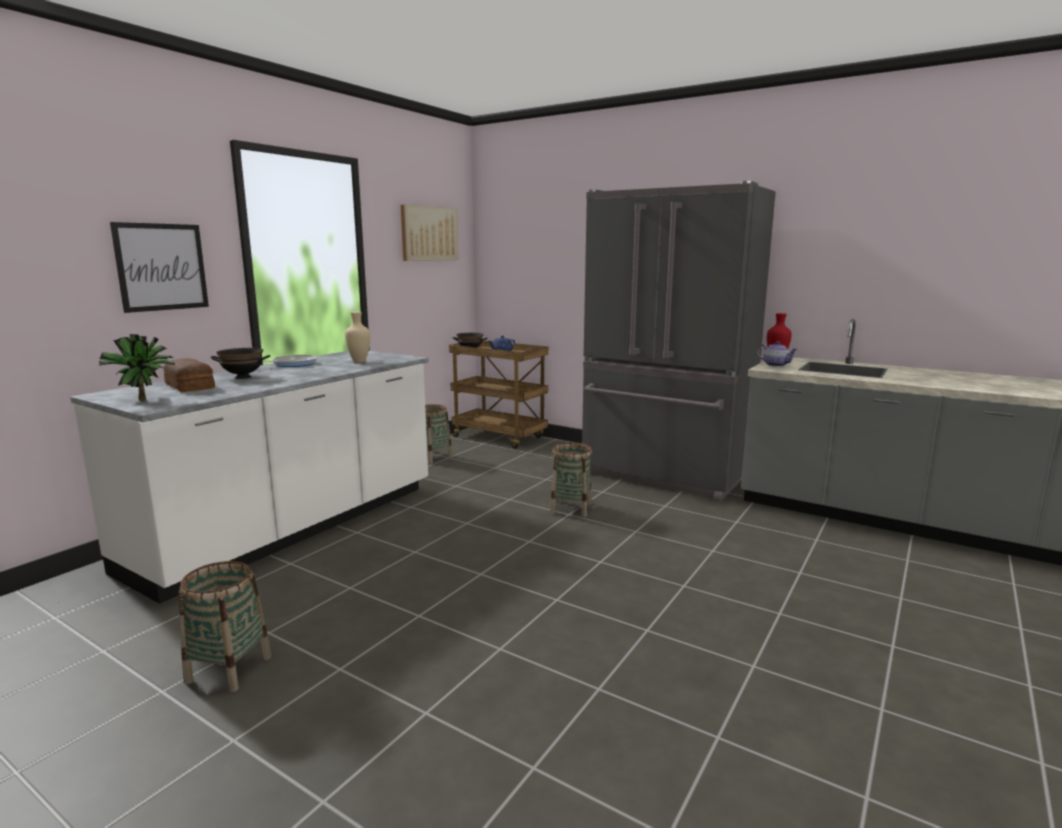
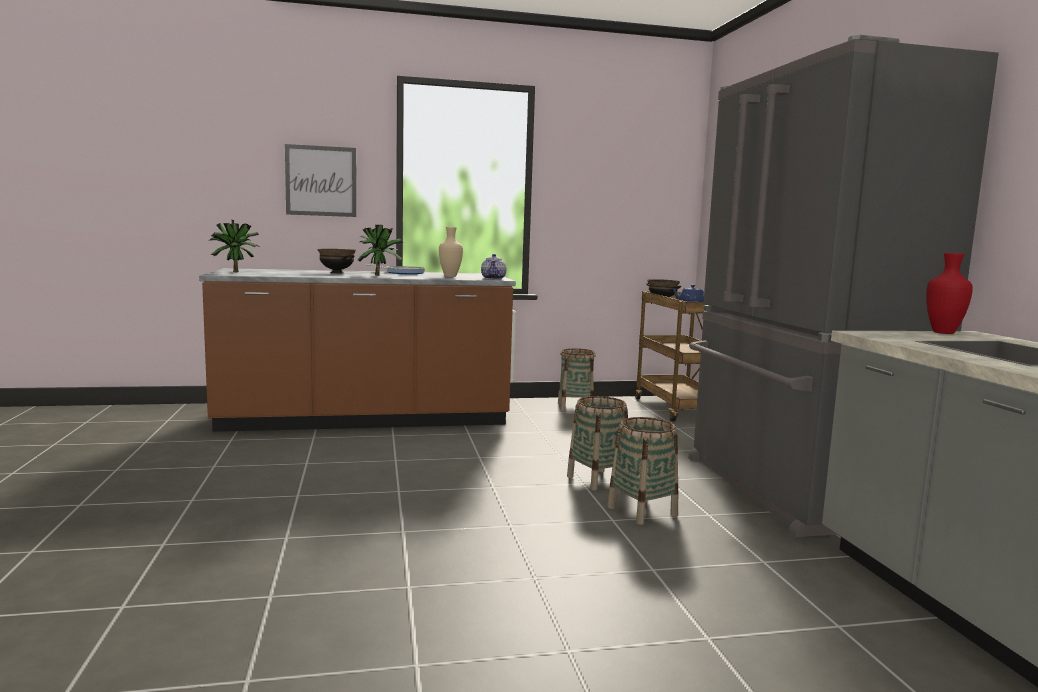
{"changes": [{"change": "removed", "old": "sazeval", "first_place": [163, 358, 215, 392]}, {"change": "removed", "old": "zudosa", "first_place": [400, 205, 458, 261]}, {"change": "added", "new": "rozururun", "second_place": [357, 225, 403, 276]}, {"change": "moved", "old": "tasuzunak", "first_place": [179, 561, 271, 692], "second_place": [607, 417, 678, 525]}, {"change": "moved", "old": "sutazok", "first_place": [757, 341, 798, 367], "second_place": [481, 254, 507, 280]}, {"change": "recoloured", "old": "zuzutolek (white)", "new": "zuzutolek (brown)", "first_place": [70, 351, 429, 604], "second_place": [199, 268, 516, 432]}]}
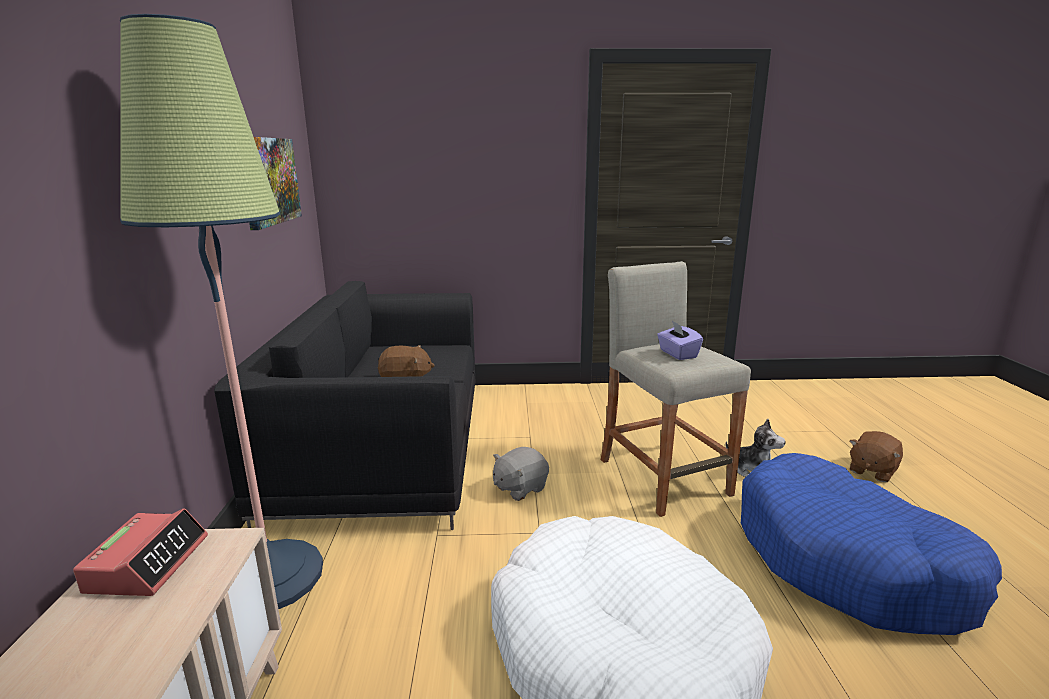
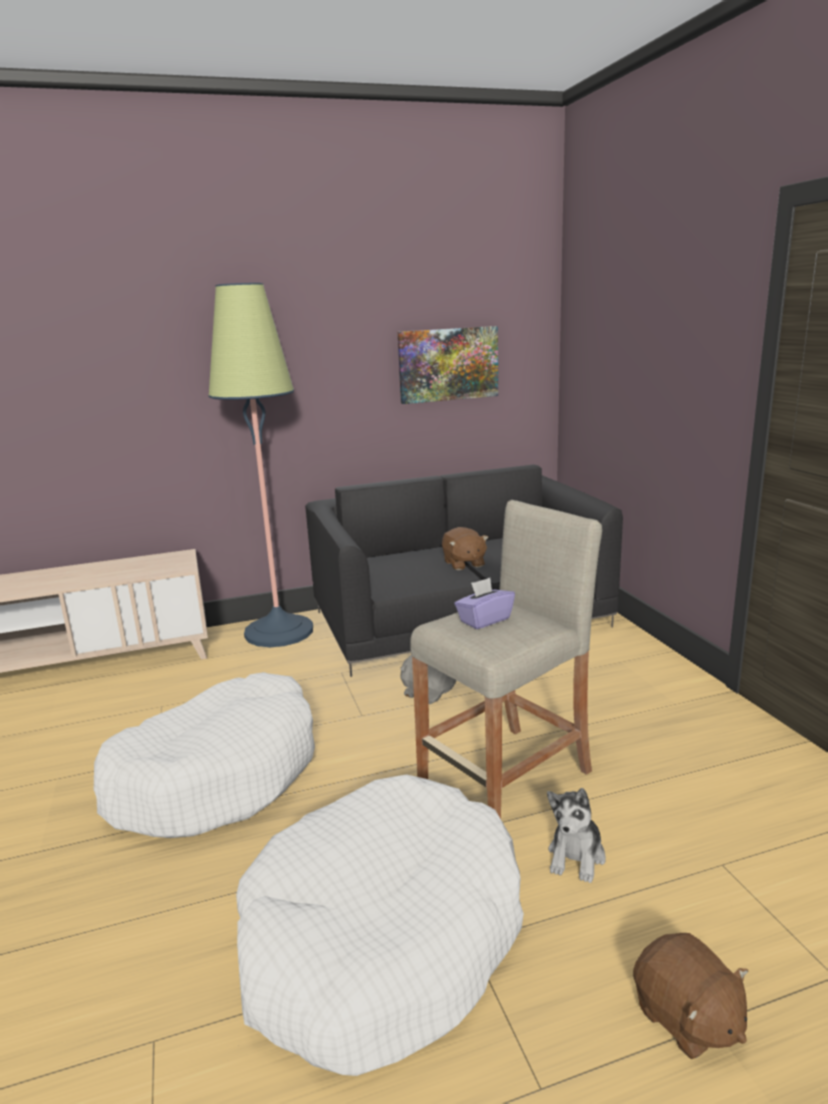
{"changes": [{"change": "removed", "old": "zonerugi", "first_place": [73, 509, 208, 596]}, {"change": "recoloured", "old": "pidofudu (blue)", "new": "pidofudu (white)", "first_place": [741, 453, 1002, 635], "second_place": [236, 774, 524, 1076]}, {"change": "turned", "old": "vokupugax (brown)", "first_place": [850, 431, 903, 482], "second_place": [633, 933, 748, 1059], "degrees": -150}]}
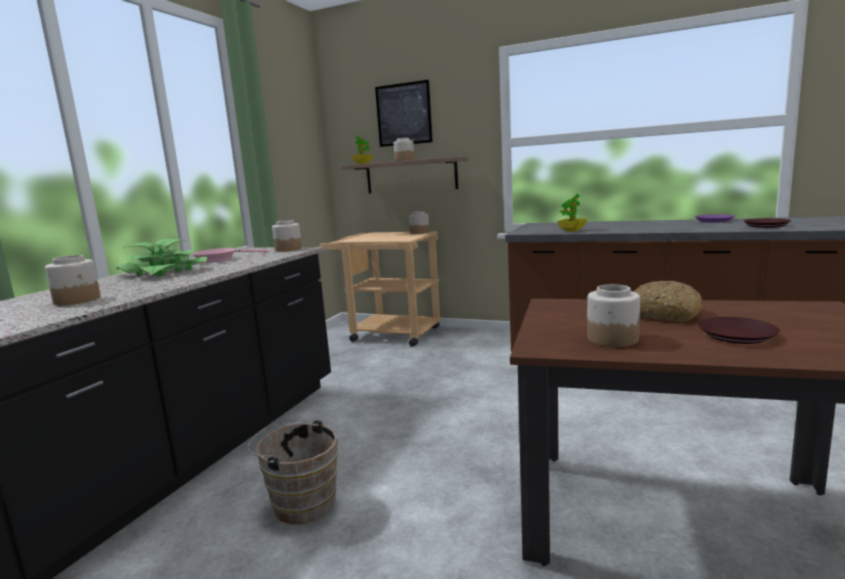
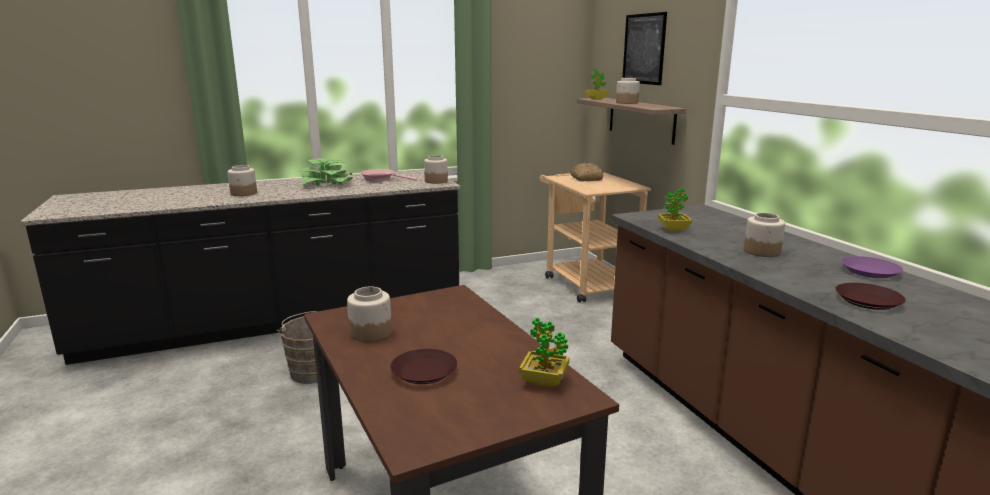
{"changes": [{"change": "added", "new": "rozururun", "second_place": [519, 317, 569, 387]}, {"change": "moved", "old": "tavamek", "first_place": [409, 211, 429, 234], "second_place": [744, 213, 785, 257]}, {"change": "moved", "old": "sazeval", "first_place": [633, 281, 702, 322], "second_place": [571, 163, 603, 181]}]}
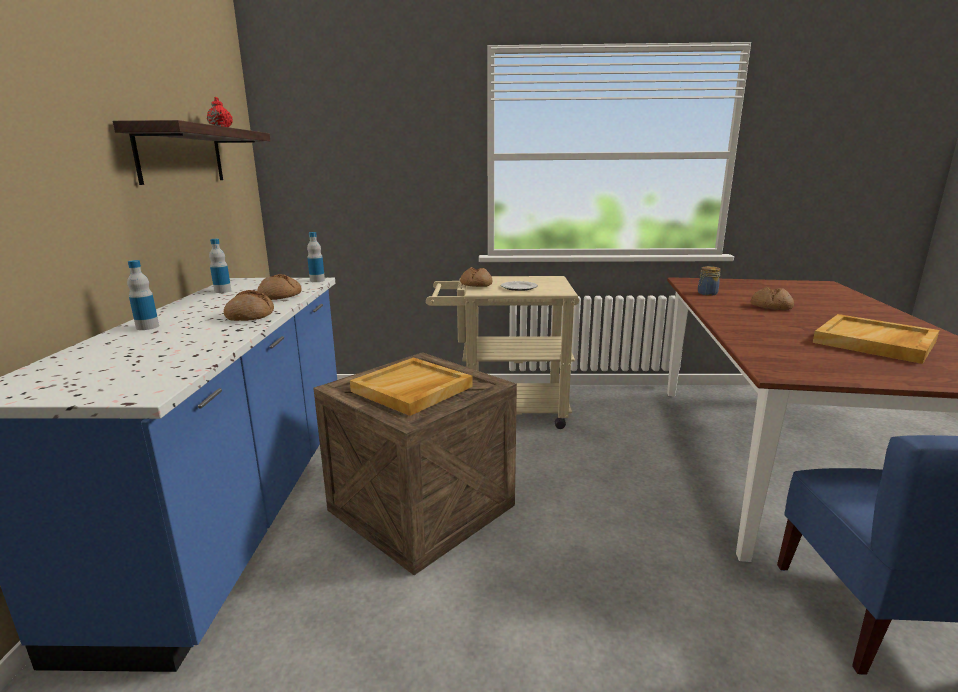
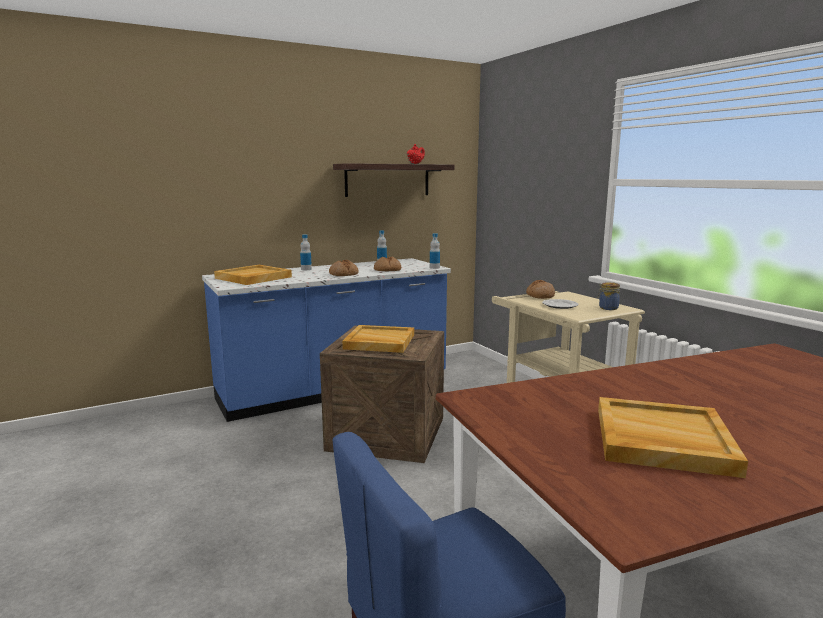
{"changes": [{"change": "removed", "old": "sazeval", "first_place": [751, 287, 794, 310]}, {"change": "added", "new": "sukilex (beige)", "second_place": [214, 265, 292, 285]}, {"change": "moved", "old": "tavamek", "first_place": [698, 266, 721, 296], "second_place": [598, 282, 620, 310]}]}
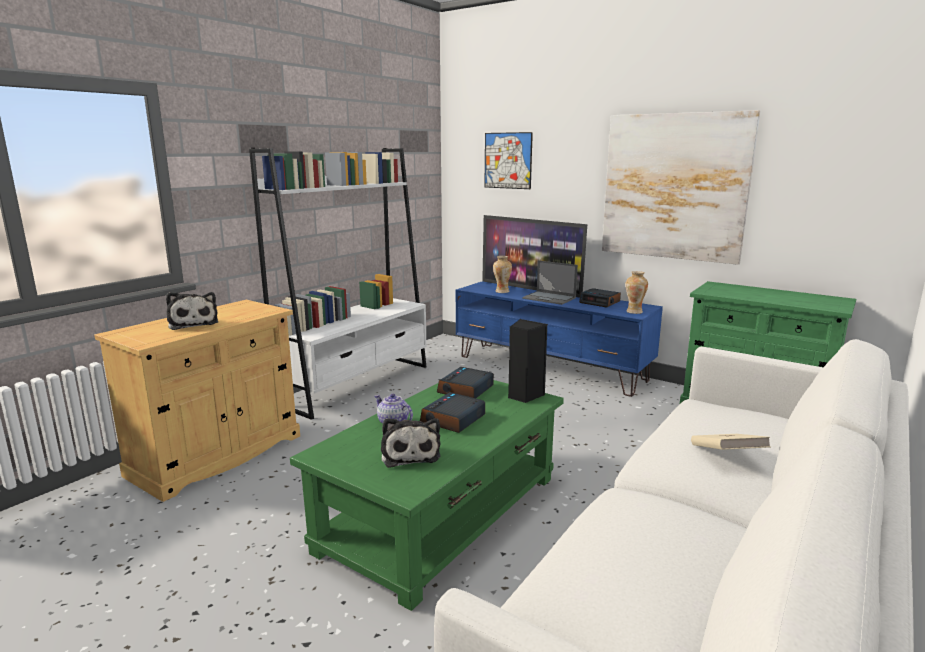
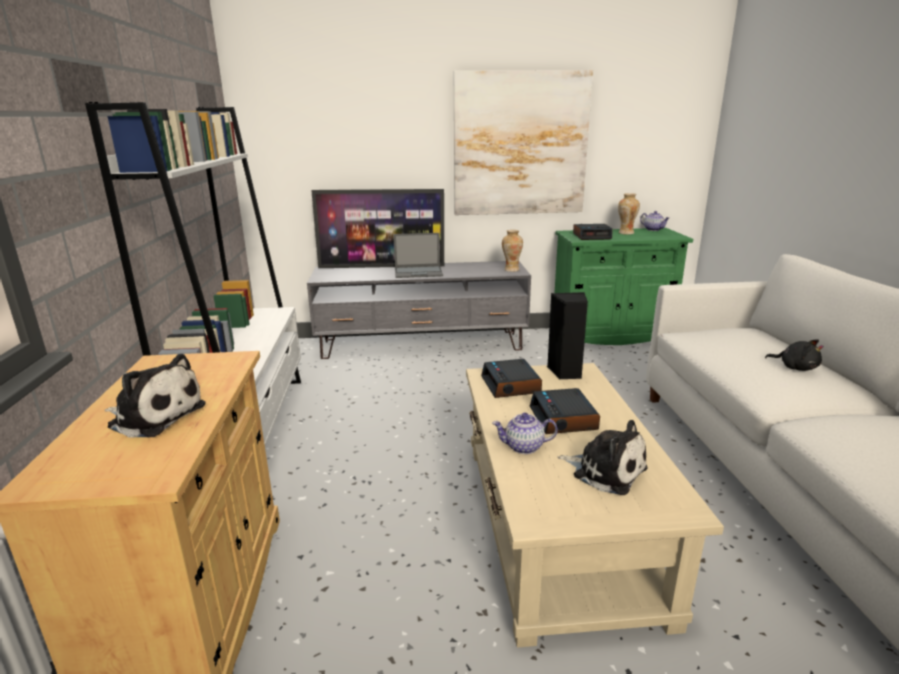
{"changes": [{"change": "removed", "old": "zudosa", "first_place": [484, 132, 533, 189]}, {"change": "added", "new": "sutazok", "second_place": [640, 211, 670, 231]}, {"change": "moved", "old": "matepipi", "first_place": [493, 256, 512, 293], "second_place": [618, 193, 640, 235]}, {"change": "moved", "old": "zonerugi", "first_place": [579, 288, 621, 308], "second_place": [573, 224, 613, 240]}, {"change": "replaced", "old": "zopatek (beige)", "new": "vokupugax (black)", "first_place": [691, 434, 770, 450], "second_place": [765, 339, 824, 371]}, {"change": "recoloured", "old": "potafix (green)", "new": "potafix (beige)", "first_place": [290, 380, 564, 611], "second_place": [466, 363, 724, 648]}, {"change": "recoloured", "old": "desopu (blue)", "new": "desopu (grey)", "first_place": [456, 281, 663, 397], "second_place": [307, 261, 531, 359]}]}
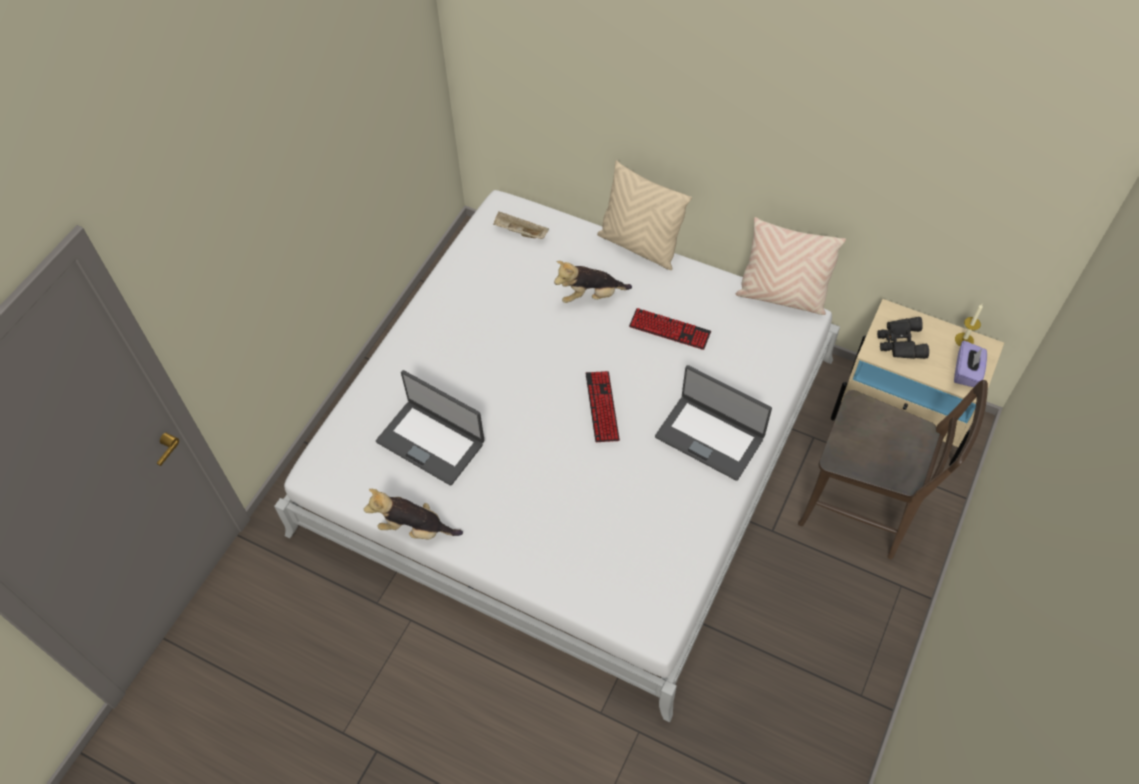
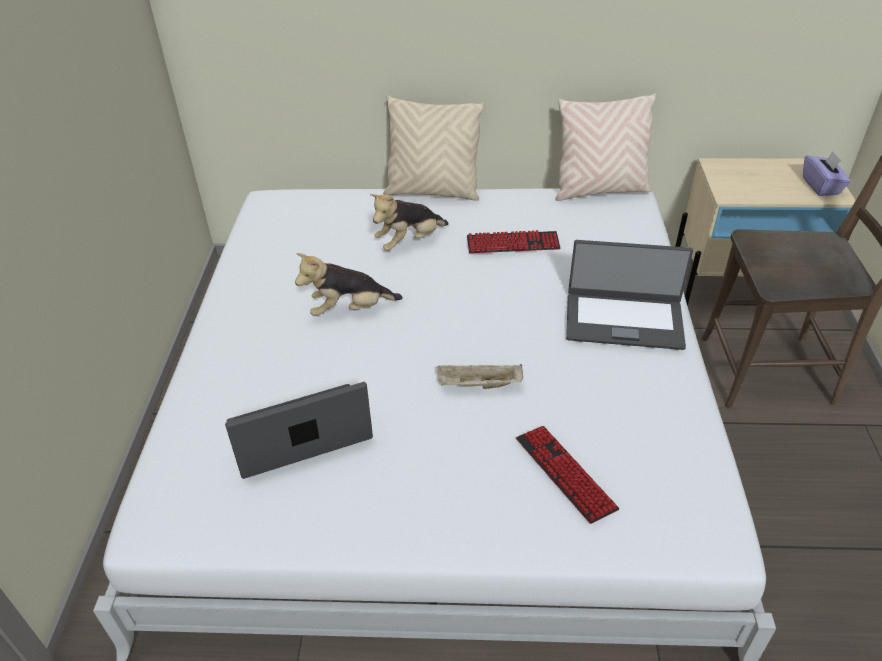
{"changes": [{"change": "removed", "old": "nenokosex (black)", "first_place": [877, 317, 929, 359]}, {"change": "removed", "old": "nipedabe", "first_place": [955, 304, 983, 346]}, {"change": "moved", "old": "vokupugax", "first_place": [364, 489, 463, 539], "second_place": [295, 253, 403, 316]}, {"change": "moved", "old": "sukilex (beige)", "first_place": [493, 211, 549, 239], "second_place": [438, 364, 523, 389]}, {"change": "moved", "old": "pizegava", "first_place": [585, 371, 620, 442], "second_place": [516, 426, 619, 524]}, {"change": "turned", "old": "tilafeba", "first_place": [376, 370, 484, 485], "second_place": [225, 382, 373, 479], "degrees": 150}]}
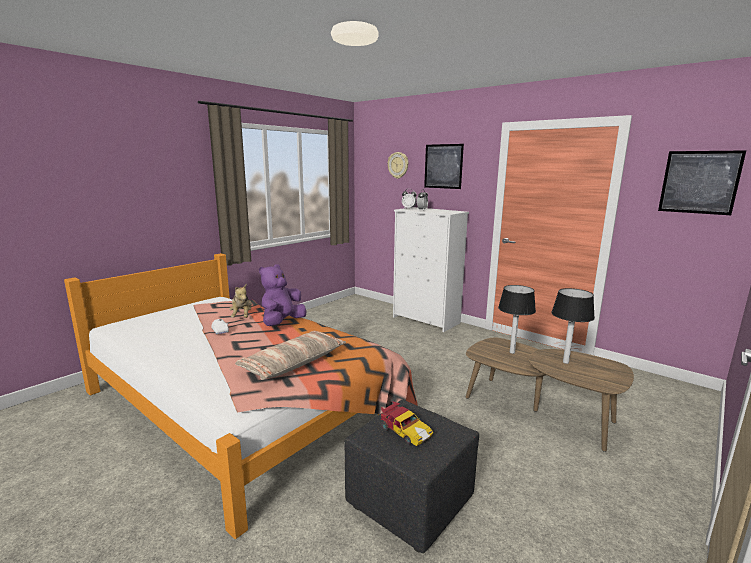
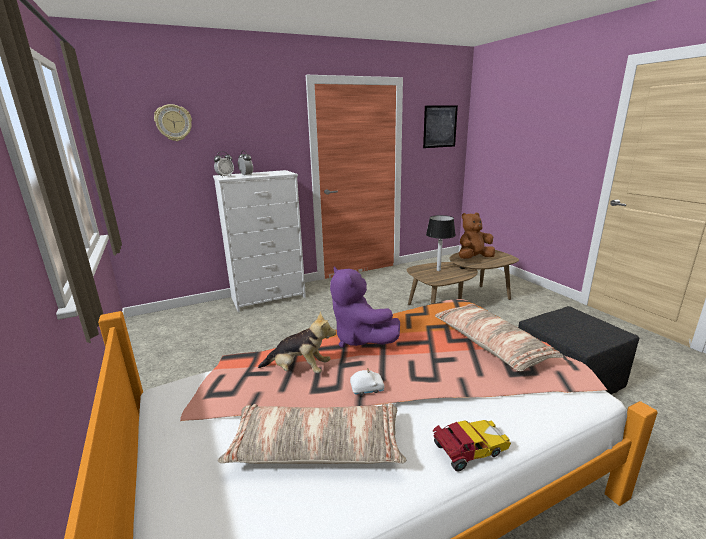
{"changes": [{"change": "removed", "old": "zudosa", "first_place": [424, 144, 464, 189]}, {"change": "added", "new": "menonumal", "second_place": [218, 403, 407, 464]}, {"change": "moved", "old": "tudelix", "first_place": [381, 401, 434, 446], "second_place": [432, 420, 511, 472]}, {"change": "replaced", "old": "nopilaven", "new": "vokupugax (brown)", "first_place": [551, 288, 595, 364], "second_place": [459, 213, 495, 259]}]}
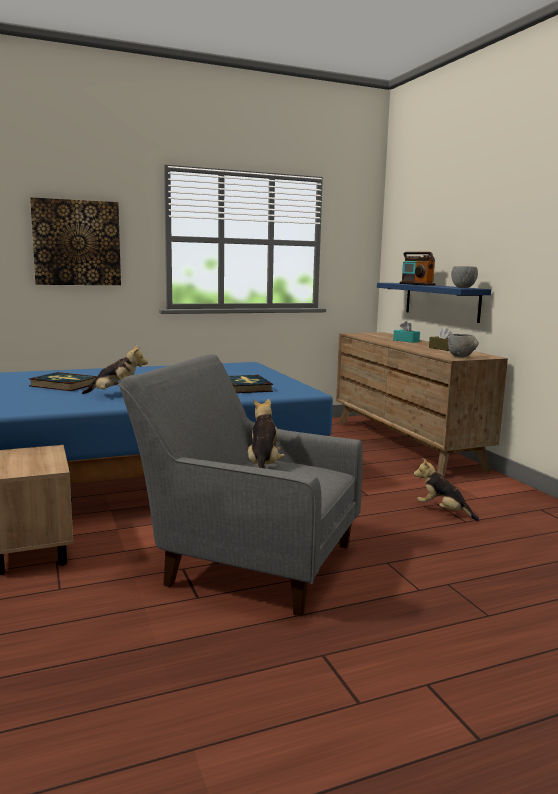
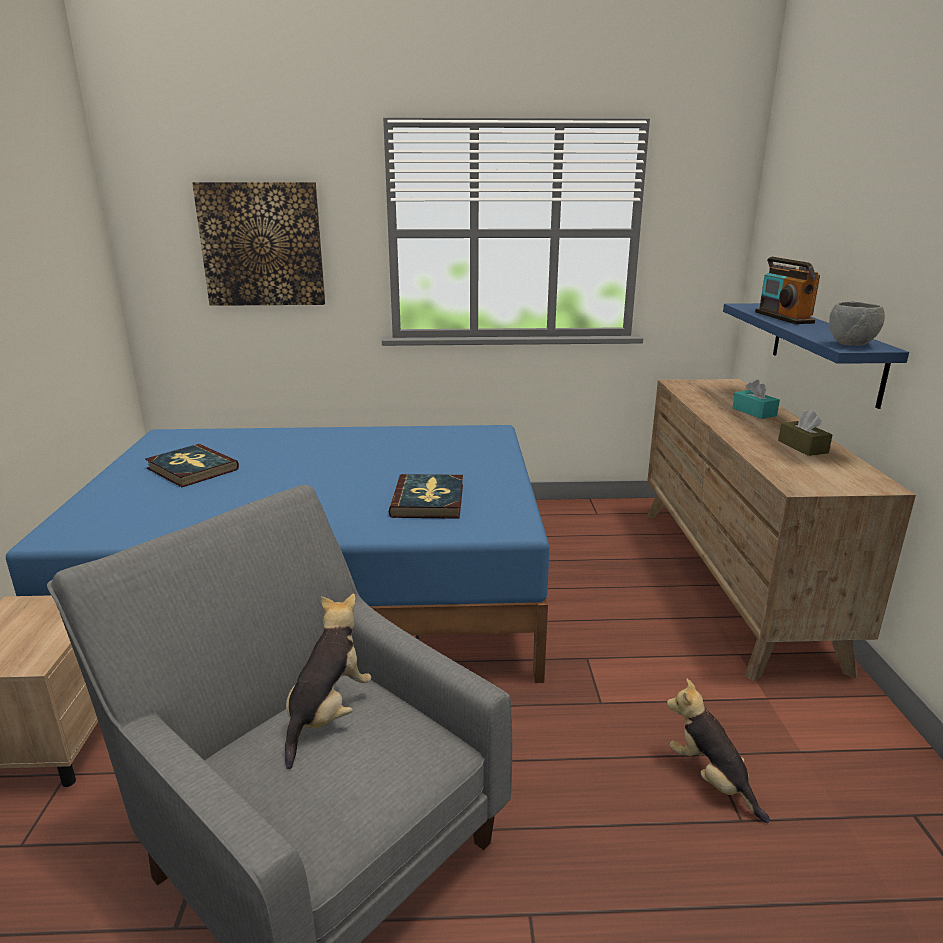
{"changes": [{"change": "removed", "old": "vokupugax", "first_place": [82, 345, 148, 394]}, {"change": "removed", "old": "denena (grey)", "first_place": [448, 334, 479, 357]}]}
